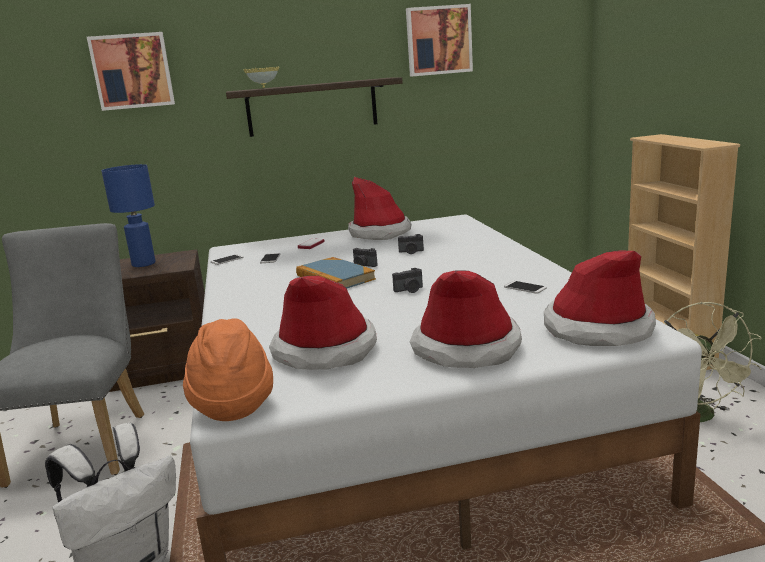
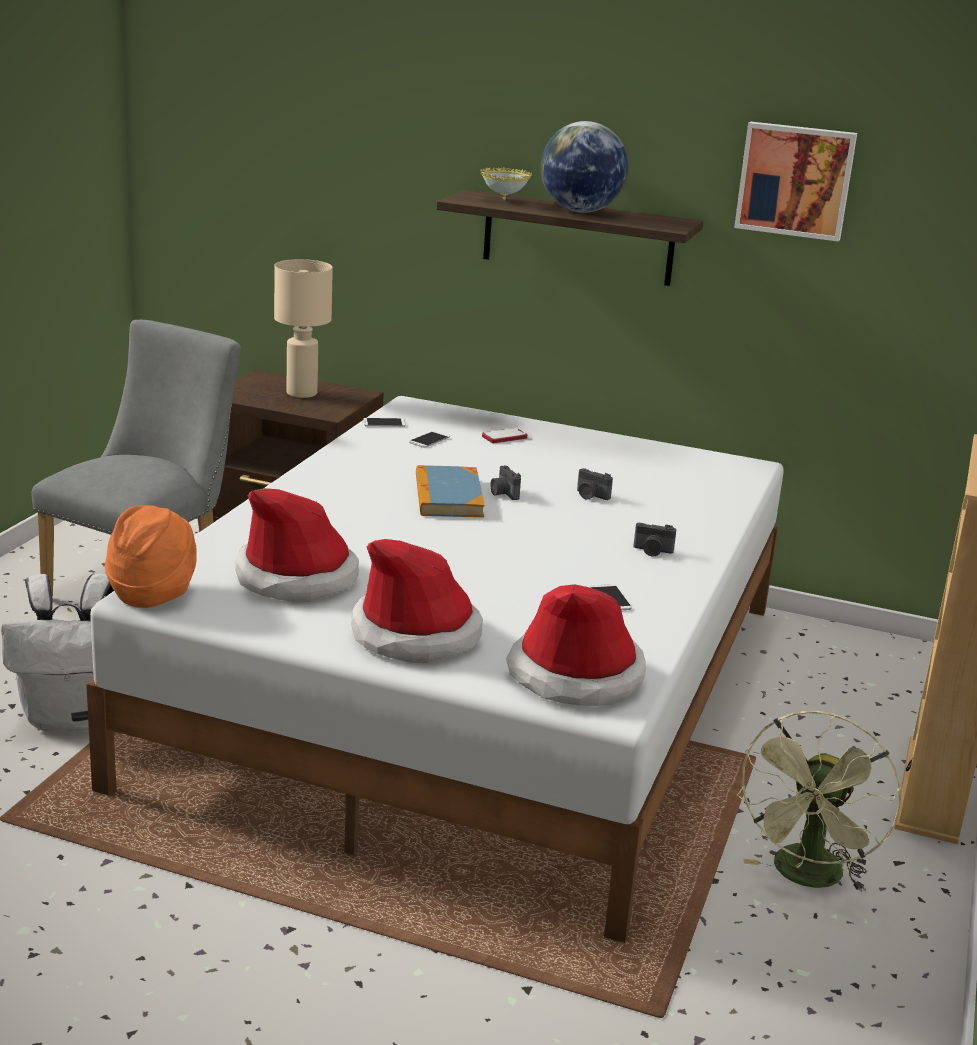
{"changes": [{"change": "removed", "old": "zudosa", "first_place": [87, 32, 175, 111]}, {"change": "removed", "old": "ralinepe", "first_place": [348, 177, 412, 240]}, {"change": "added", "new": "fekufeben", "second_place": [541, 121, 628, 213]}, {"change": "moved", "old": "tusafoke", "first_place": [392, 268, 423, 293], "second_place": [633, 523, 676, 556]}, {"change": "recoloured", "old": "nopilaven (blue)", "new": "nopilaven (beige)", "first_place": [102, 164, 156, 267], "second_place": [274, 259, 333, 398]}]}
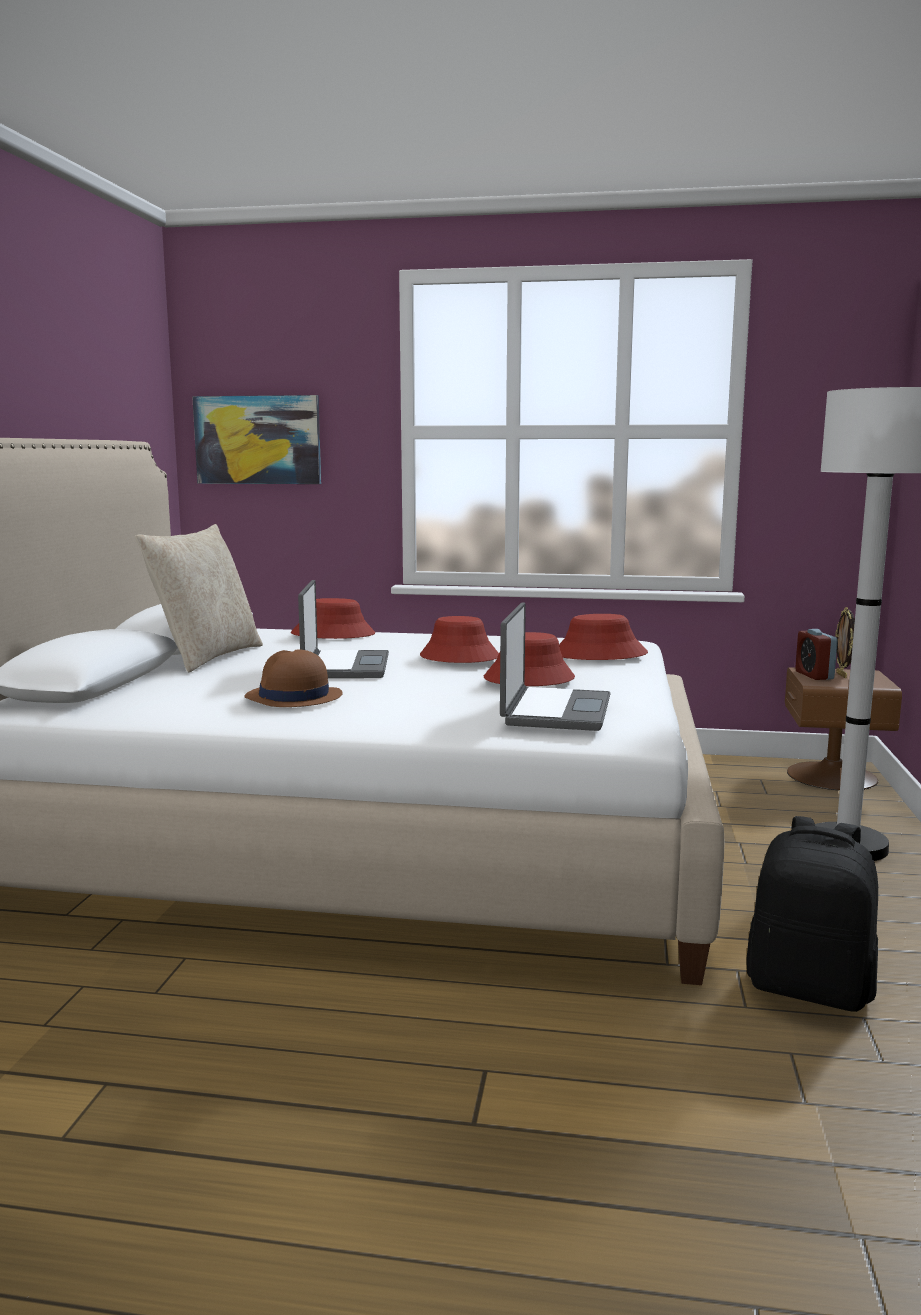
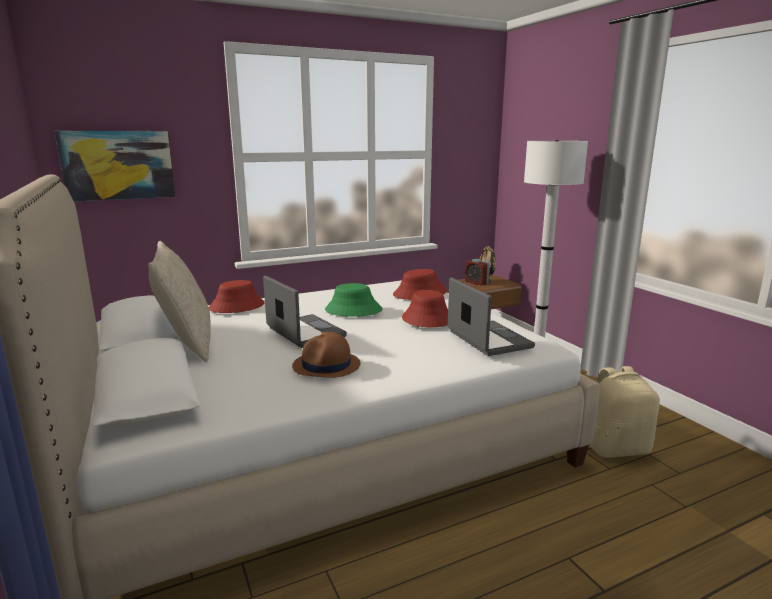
{"changes": [{"change": "recoloured", "old": "ralinepe (red)", "new": "ralinepe (green)", "first_place": [420, 616, 499, 663], "second_place": [325, 283, 383, 317]}, {"change": "recoloured", "old": "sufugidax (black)", "new": "sufugidax (beige)", "first_place": [747, 816, 878, 1012], "second_place": [589, 366, 660, 458]}]}
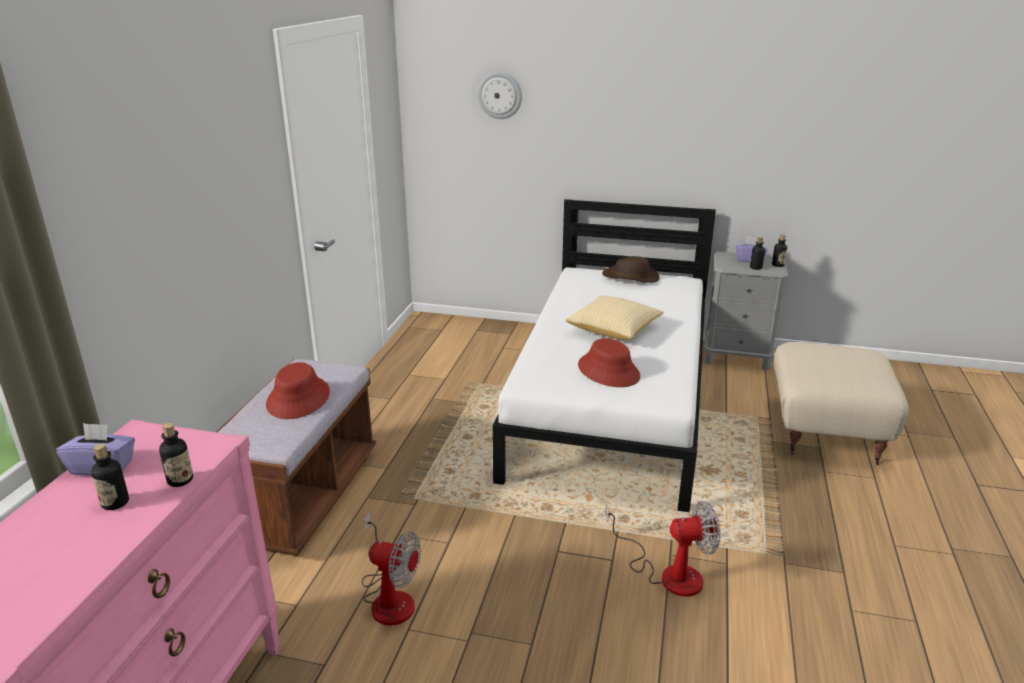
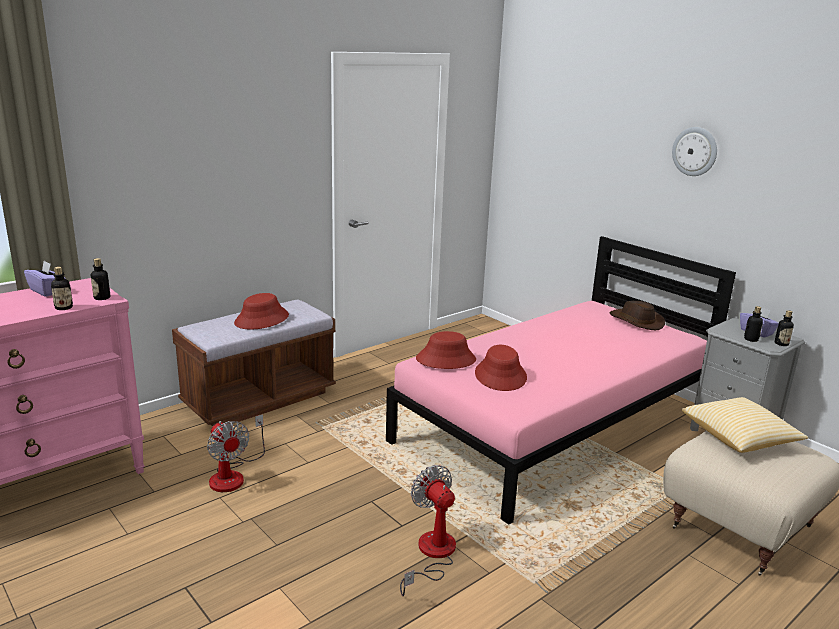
{"changes": [{"change": "added", "new": "ralinepe (red)", "second_place": [416, 331, 476, 369]}, {"change": "moved", "old": "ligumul", "first_place": [91, 444, 129, 510], "second_place": [91, 258, 110, 300]}, {"change": "moved", "old": "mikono", "first_place": [478, 72, 522, 119], "second_place": [672, 127, 717, 176]}, {"change": "moved", "old": "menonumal", "first_place": [566, 296, 664, 340], "second_place": [682, 397, 808, 453]}, {"change": "recoloured", "old": "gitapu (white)", "new": "gitapu (pink)", "first_place": [492, 199, 716, 512], "second_place": [386, 236, 736, 525]}, {"change": "turned", "old": "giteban", "first_place": [605, 501, 721, 597], "second_place": [400, 465, 456, 596], "degrees": -150}]}
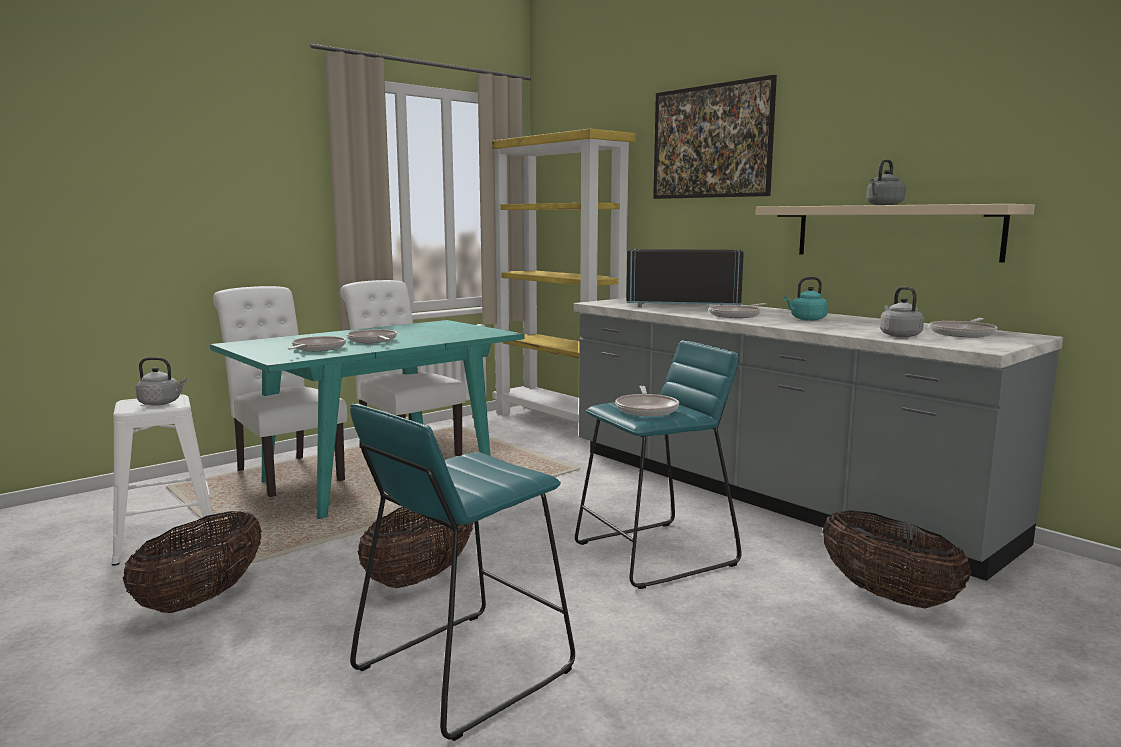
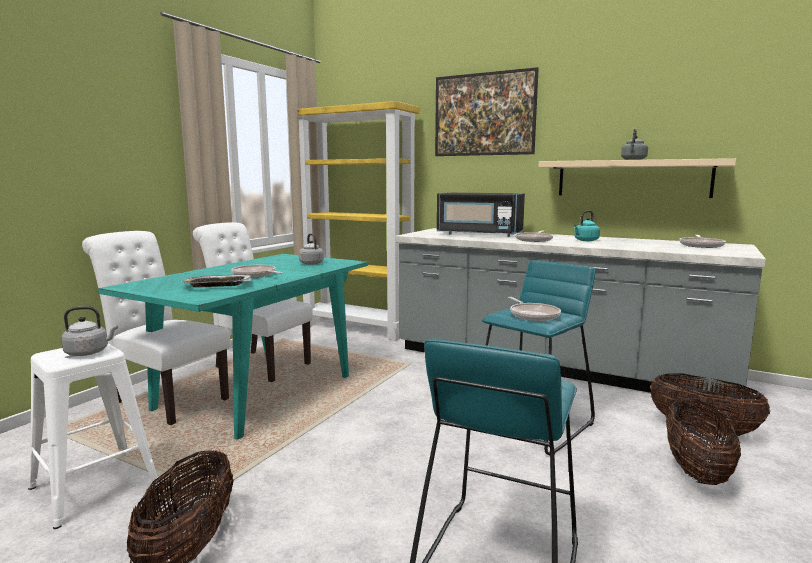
{"changes": [{"change": "moved", "old": "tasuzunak", "first_place": [358, 507, 474, 588], "second_place": [666, 398, 741, 485]}, {"change": "moved", "old": "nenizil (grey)", "first_place": [880, 287, 924, 337], "second_place": [299, 233, 324, 265]}, {"change": "replaced", "old": "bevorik", "new": "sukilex", "first_place": [288, 336, 346, 351], "second_place": [182, 275, 253, 287]}, {"change": "turned", "old": "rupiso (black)", "first_place": [626, 249, 744, 307], "second_place": [437, 193, 525, 237], "degrees": -150}]}
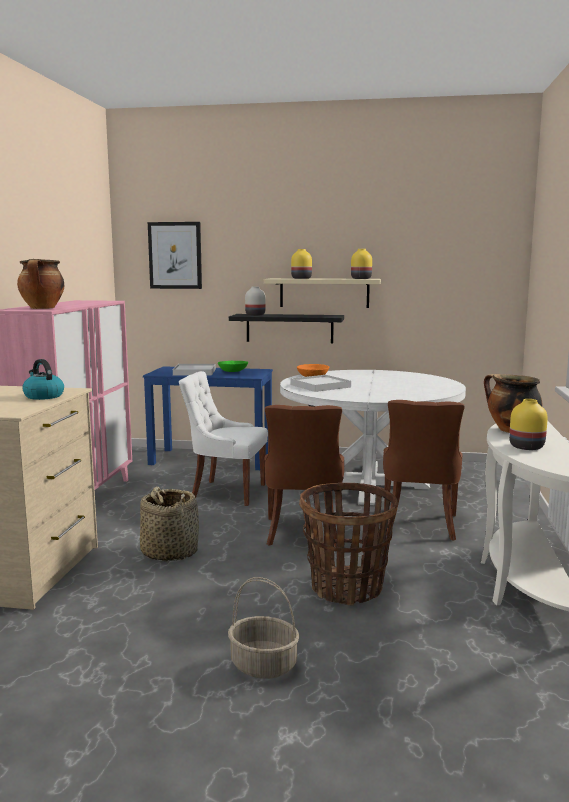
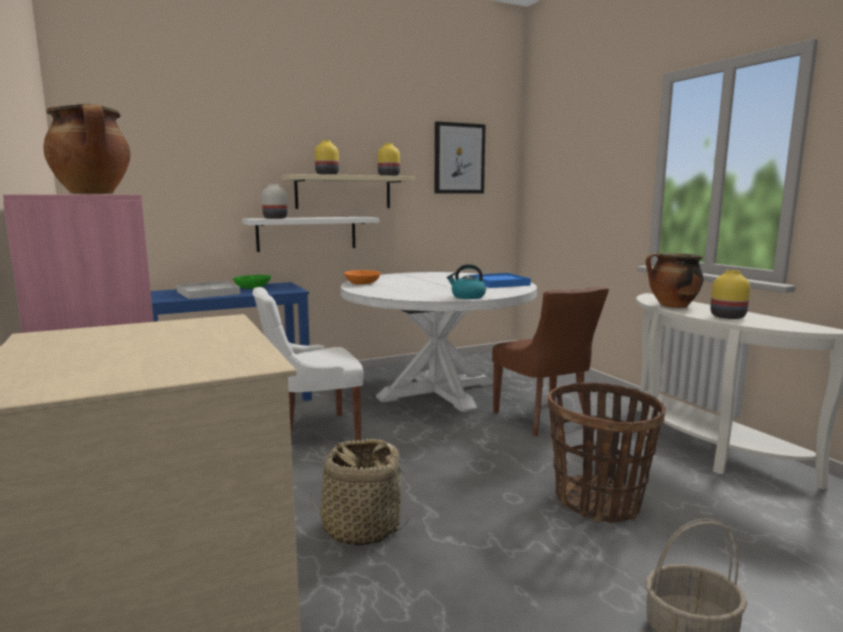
{"changes": [{"change": "removed", "old": "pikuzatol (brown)", "first_place": [265, 405, 344, 547]}, {"change": "removed", "old": "sukilex (white)", "first_place": [291, 375, 351, 392]}, {"change": "added", "new": "sukilex (blue)", "second_place": [469, 273, 531, 288]}, {"change": "moved", "old": "nenizil", "first_place": [22, 359, 64, 400], "second_place": [447, 264, 486, 299]}, {"change": "moved", "old": "zudosa", "first_place": [148, 222, 202, 289], "second_place": [435, 121, 485, 194]}, {"change": "recoloured", "old": "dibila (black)", "new": "dibila (white)", "first_place": [229, 314, 344, 343], "second_place": [242, 217, 379, 252]}]}
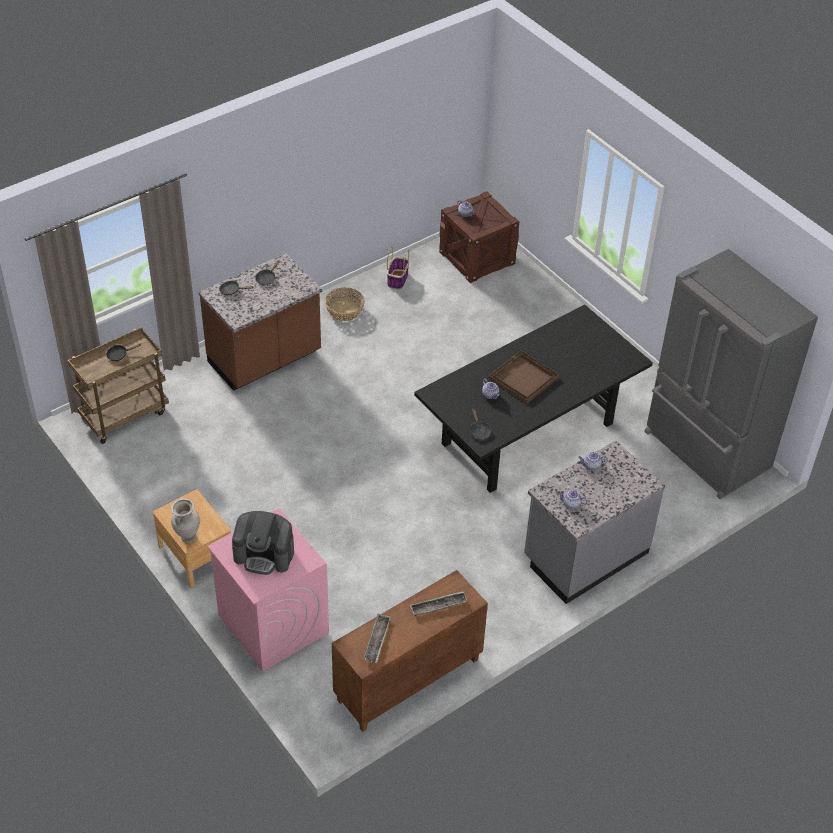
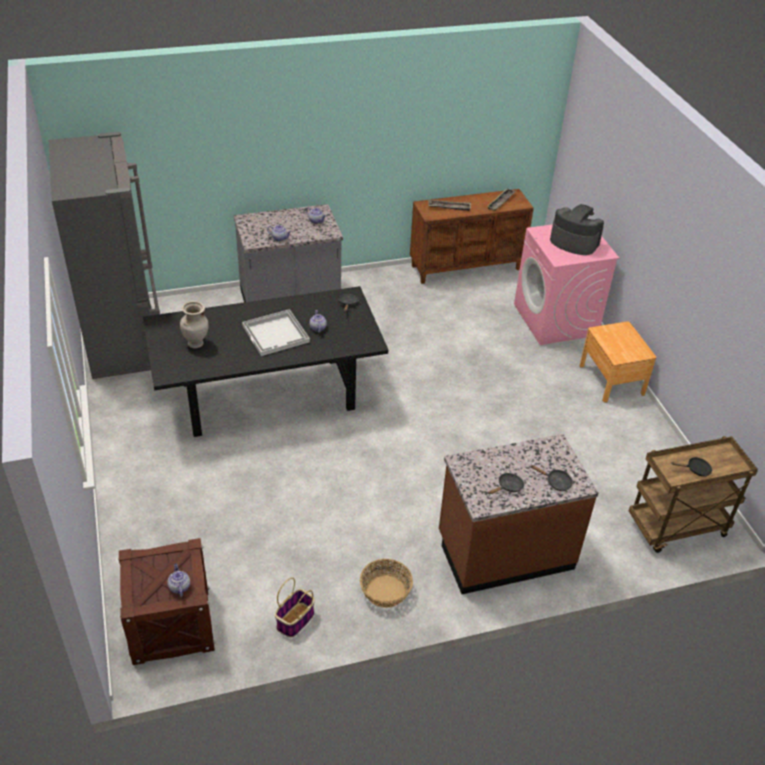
{"changes": [{"change": "moved", "old": "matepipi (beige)", "first_place": [171, 498, 200, 543], "second_place": [180, 301, 208, 348]}, {"change": "recoloured", "old": "sukilex (brown)", "new": "sukilex (white)", "first_place": [488, 350, 559, 404], "second_place": [242, 309, 310, 356]}]}
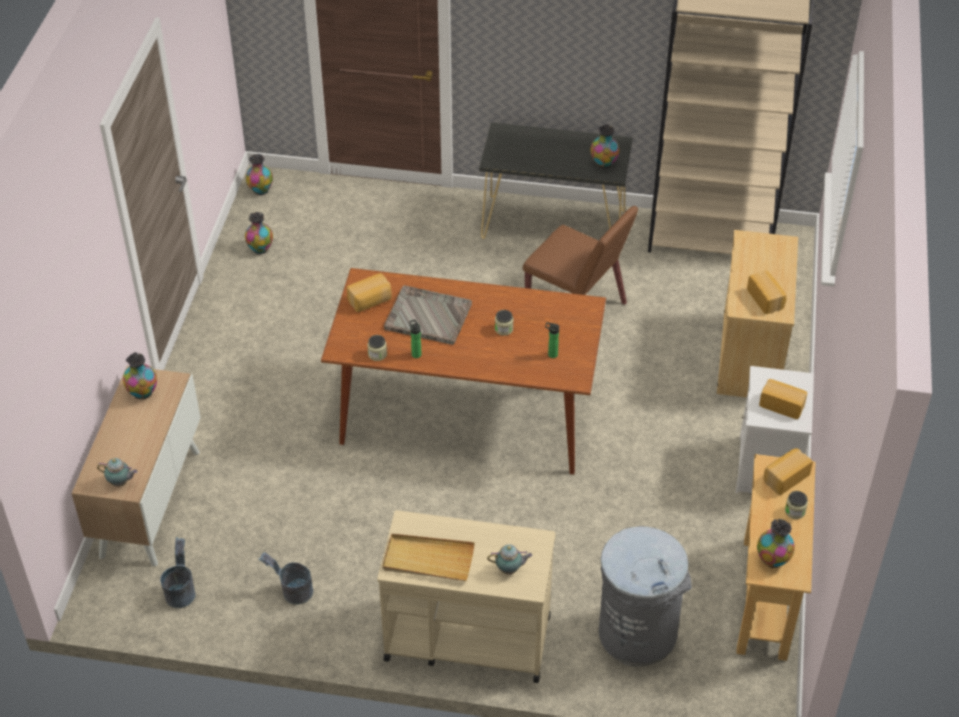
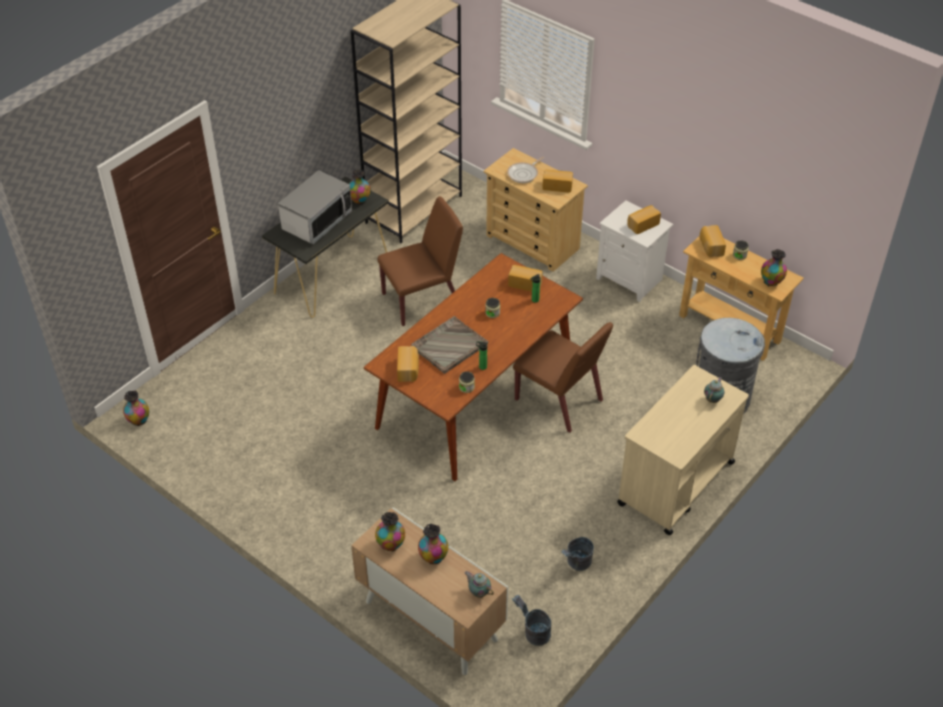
{"changes": [{"change": "removed", "old": "sukilex (beige)", "first_place": [382, 534, 475, 581]}, {"change": "added", "new": "rupiso", "second_place": [278, 170, 352, 244]}, {"change": "added", "new": "bevorik", "second_place": [507, 157, 544, 183]}, {"change": "added", "new": "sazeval", "second_place": [508, 265, 543, 292]}, {"change": "added", "new": "pikuzatol (brown)", "second_place": [513, 322, 613, 433]}, {"change": "moved", "old": "matepipi", "first_place": [245, 212, 273, 254], "second_place": [418, 524, 448, 564]}, {"change": "turned", "old": "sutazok", "first_place": [97, 458, 138, 487], "second_place": [464, 571, 494, 598], "degrees": -90}]}
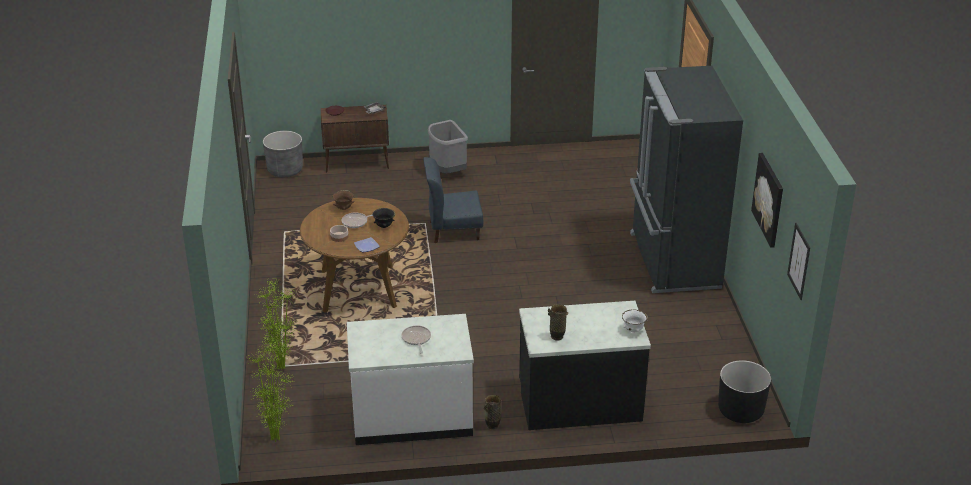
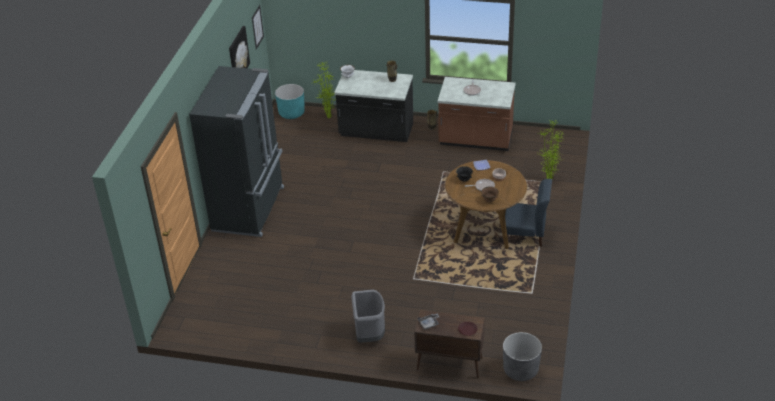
{"changes": [{"change": "moved", "old": "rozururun", "first_place": [247, 342, 293, 442], "second_place": [314, 60, 336, 119]}, {"change": "moved", "old": "pikuzatol (blue)", "first_place": [423, 157, 483, 243], "second_place": [505, 179, 552, 247]}, {"change": "recoloured", "old": "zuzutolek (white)", "new": "zuzutolek (brown)", "first_place": [347, 314, 474, 445], "second_place": [438, 77, 516, 151]}, {"change": "recoloured", "old": "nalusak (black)", "new": "nalusak (turquoise)", "first_place": [718, 360, 771, 423], "second_place": [275, 84, 305, 119]}]}
